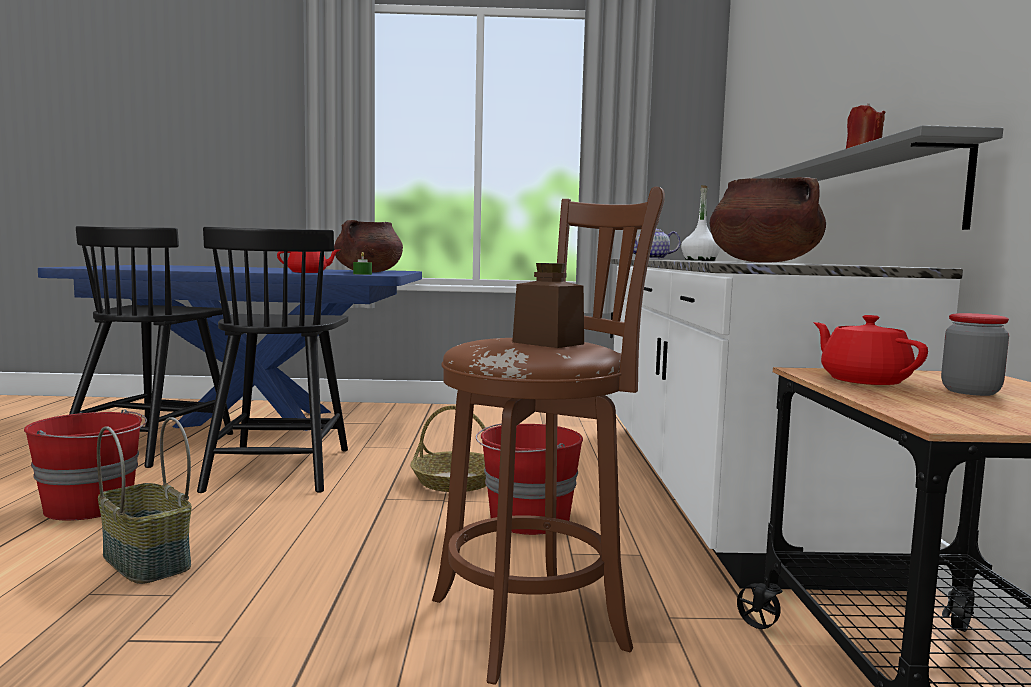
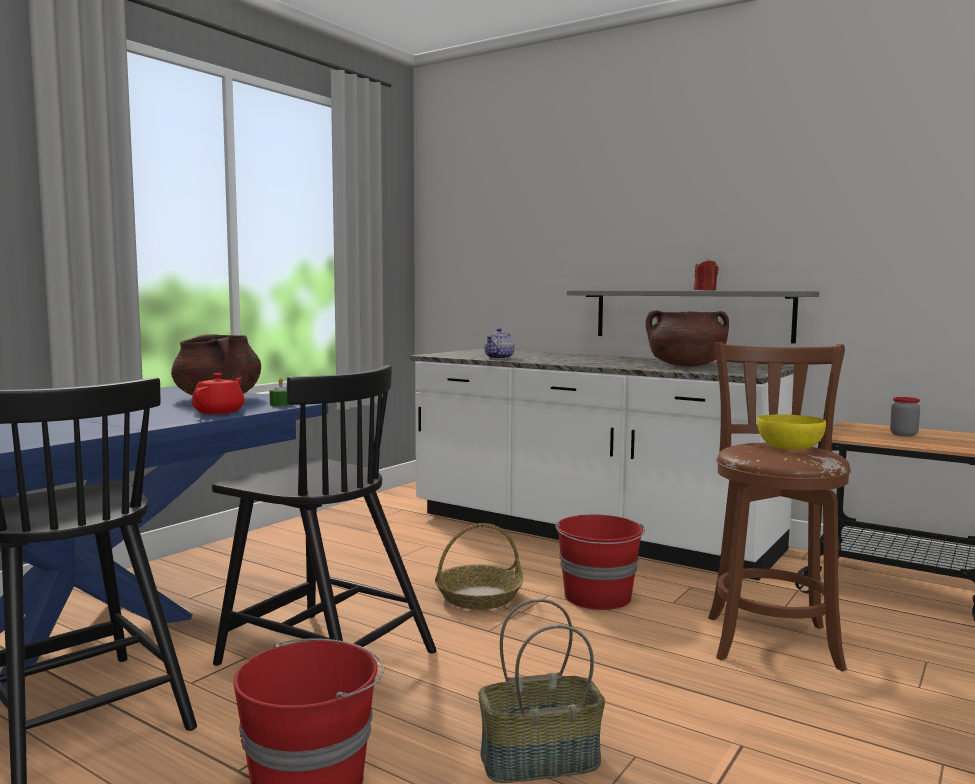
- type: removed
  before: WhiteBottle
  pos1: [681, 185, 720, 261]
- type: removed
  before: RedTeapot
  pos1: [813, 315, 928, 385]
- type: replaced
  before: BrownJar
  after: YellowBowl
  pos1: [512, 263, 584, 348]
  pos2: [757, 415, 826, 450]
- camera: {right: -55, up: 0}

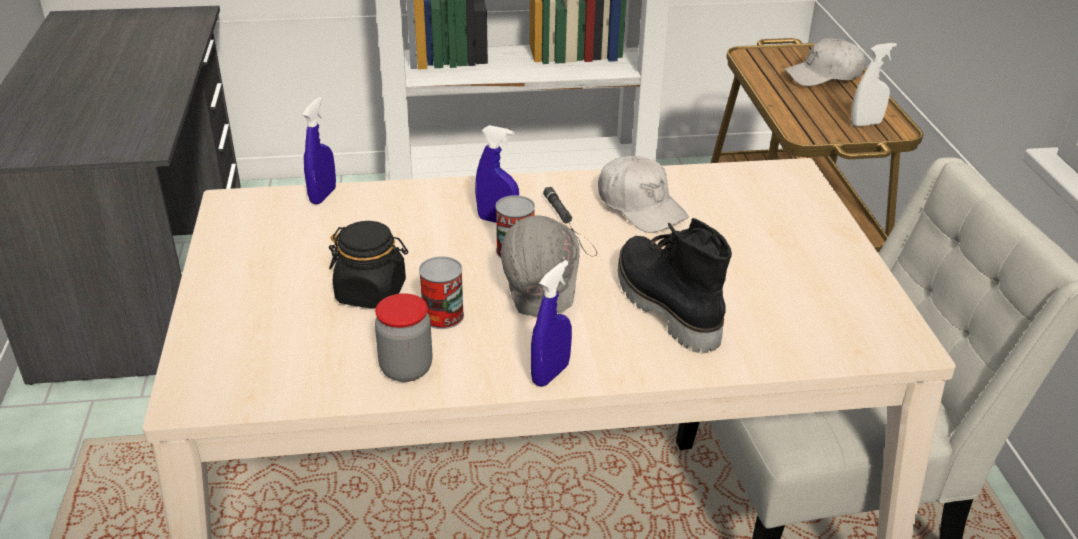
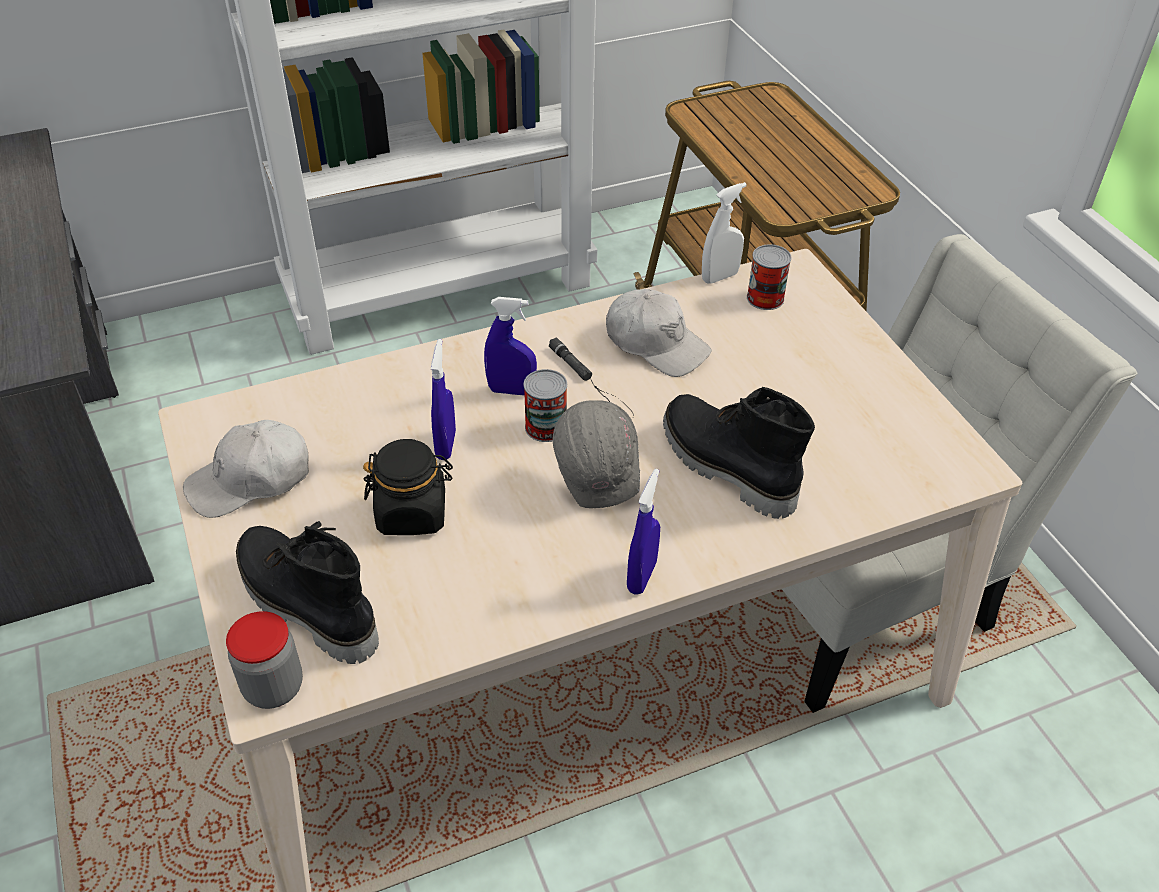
- type: added
  after: BlackBoot
  pos2: [236, 521, 379, 664]
- type: moved
  before: BlueSprayBottle
  pos1: [303, 97, 336, 204]
  pos2: [431, 339, 456, 460]
- type: moved
  before: Jar
  pos1: [375, 293, 433, 382]
  pos2: [226, 611, 303, 709]
- type: moved
  before: Can
  pos1: [419, 256, 464, 329]
  pos2: [747, 244, 791, 310]
- type: moved
  before: WhiteCap
  pos1: [785, 38, 865, 86]
  pos2: [183, 420, 309, 518]
- type: moved
  before: WhiteSprayBottle
  pos1: [851, 43, 897, 126]
  pos2: [702, 182, 747, 284]
- camera: {right: -15, up: 10}

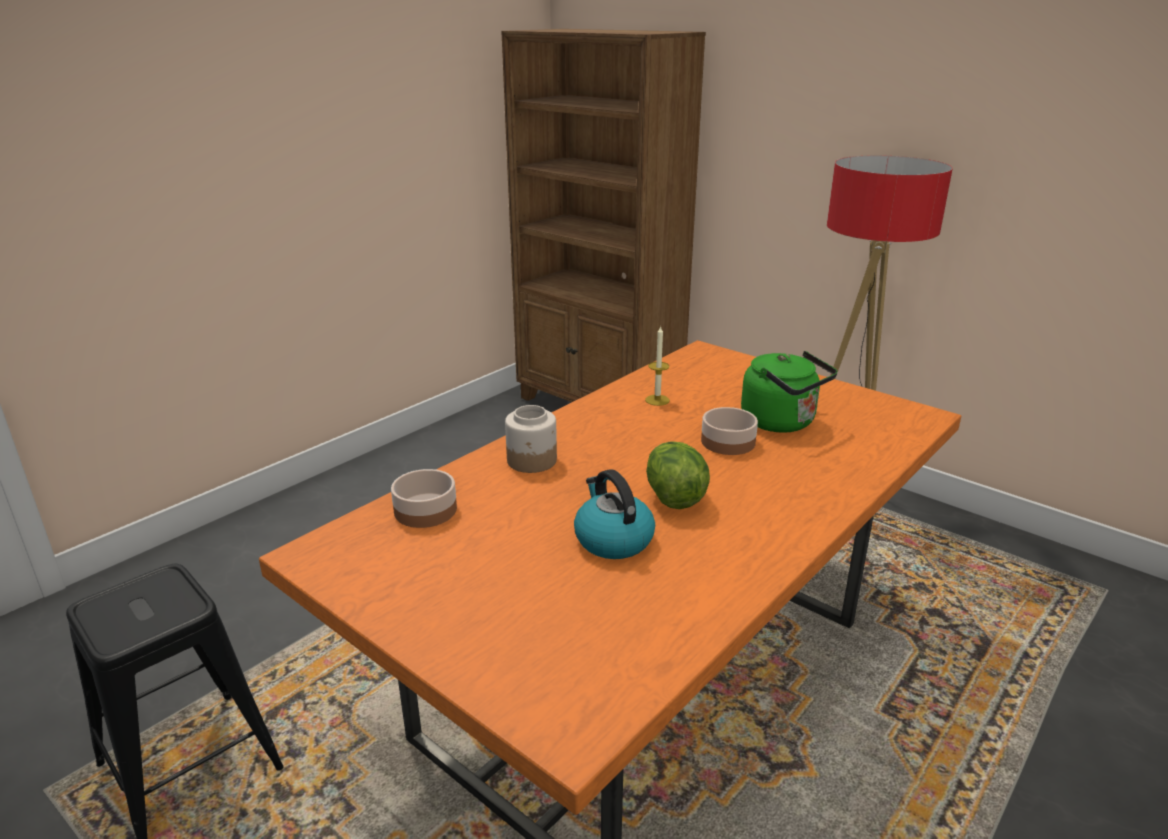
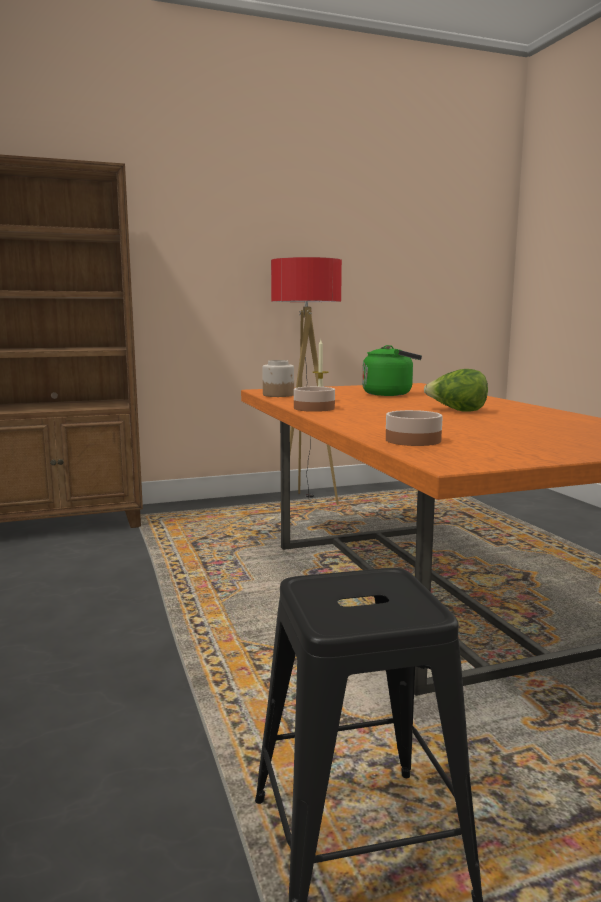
- type: removed
  before: Kettle
  pos1: [574, 469, 655, 559]
- type: moved
  before: Jar
  pos1: [505, 405, 557, 473]
  pos2: [262, 360, 294, 397]
- type: moved
  before: Bowl
  pos1: [701, 407, 758, 455]
  pos2: [294, 387, 335, 412]
- camera: {right: -60, up: -15}

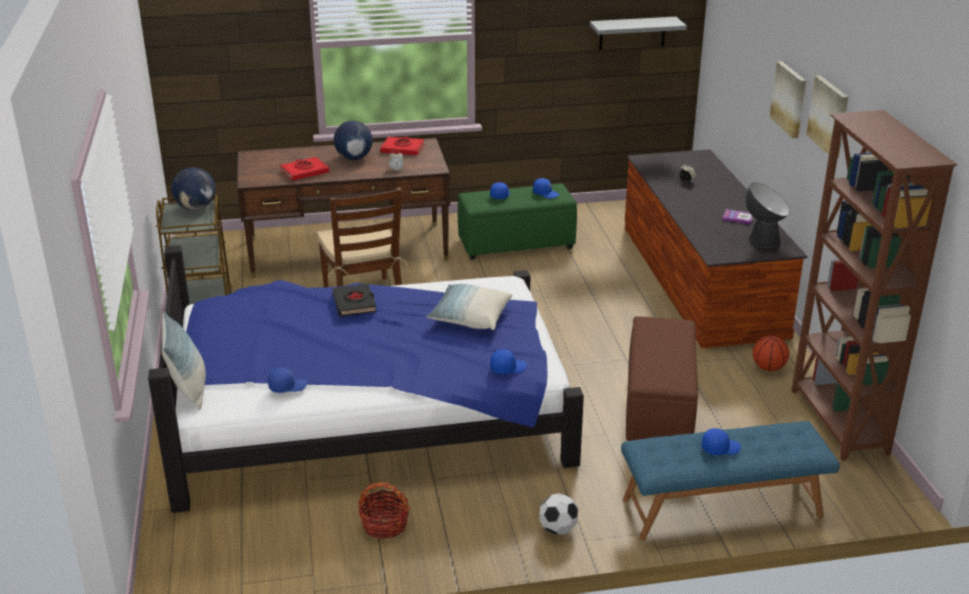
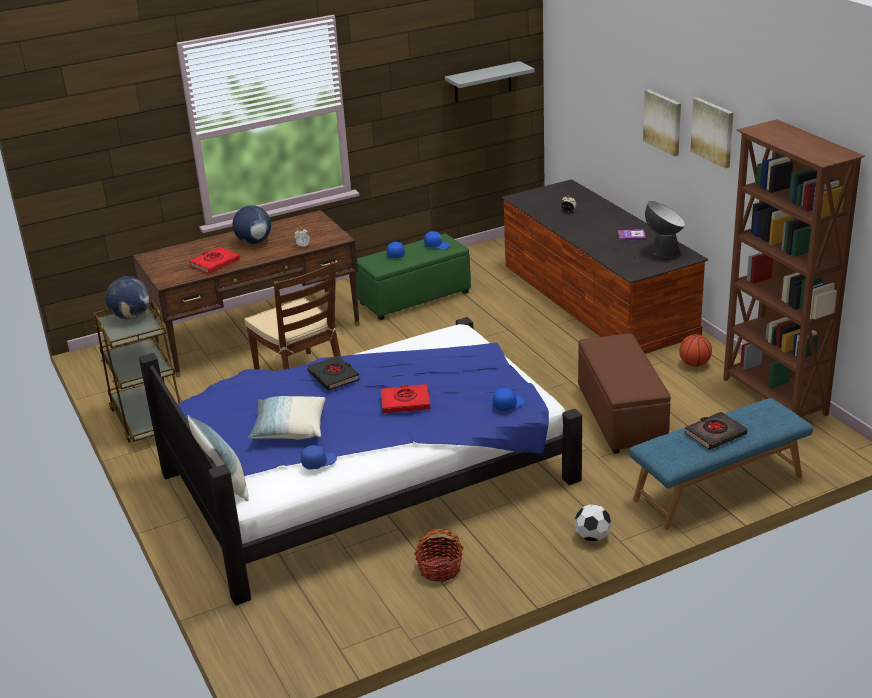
- type: moved
  before: RedBook
  pos1: [380, 136, 424, 155]
  pos2: [381, 384, 431, 413]
- type: moved
  before: Pillow
  pos1: [426, 284, 512, 330]
  pos2: [248, 396, 325, 439]
- type: replaced
  before: BlueCap
  after: BlackBook
  pos1: [702, 428, 741, 455]
  pos2: [684, 412, 747, 450]
- camera: {right: -15, up: 0}

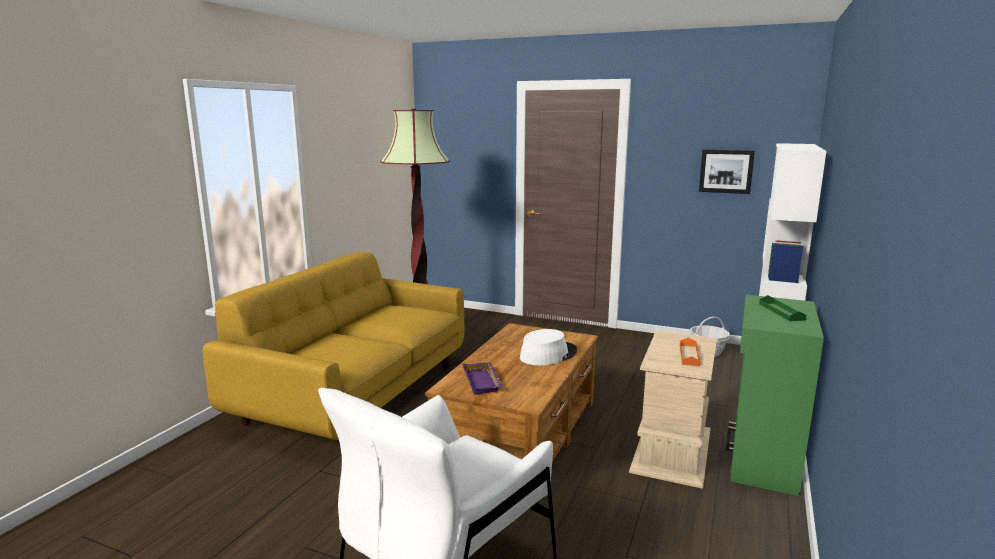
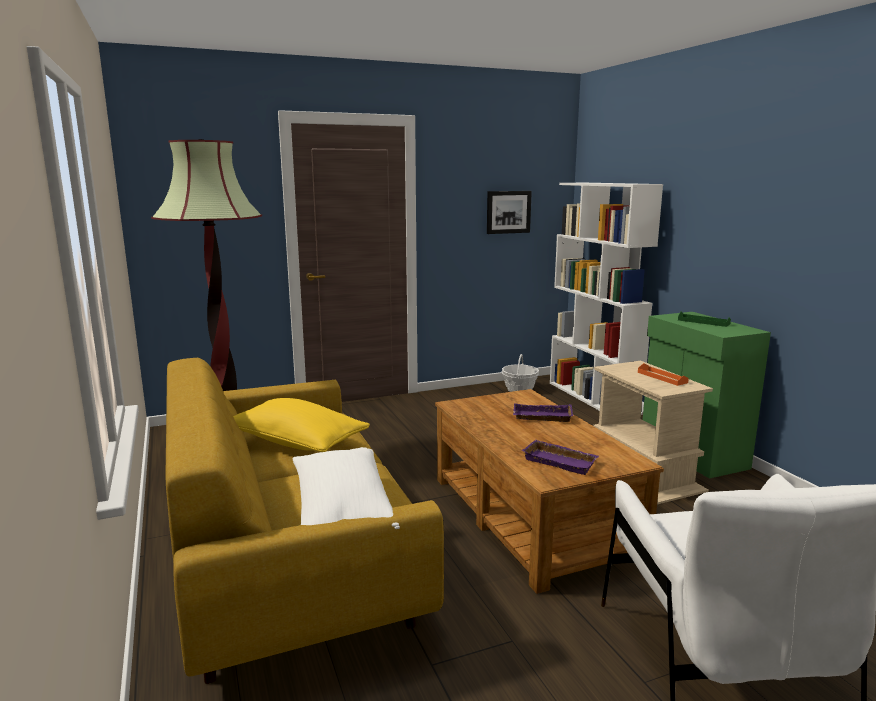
- type: added
  after: YellowPillow
  pos2: [233, 398, 370, 452]
- type: added
  after: WhitePillow
  pos2: [293, 447, 400, 529]
- type: replaced
  before: WhiteHat
  after: PurpleTray
  pos1: [520, 329, 577, 365]
  pos2: [513, 403, 573, 422]
- camera: {right: -45, up: 0}

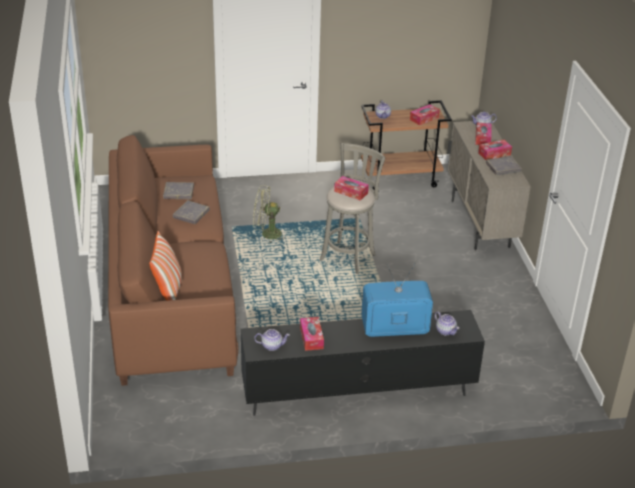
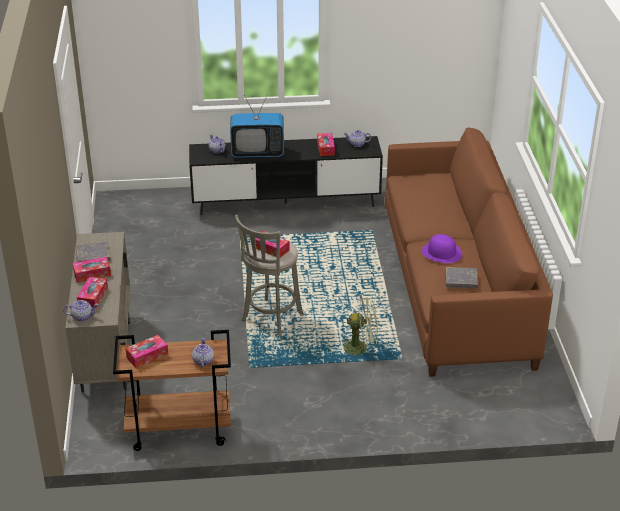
- type: removed
  before: Pillow
  pos1: [149, 231, 182, 301]
- type: replaced
  before: GreyBook
  after: PurpleHat
  pos1: [173, 200, 210, 224]
  pos2: [422, 234, 462, 263]
- camera: {right: -175, up: 0}

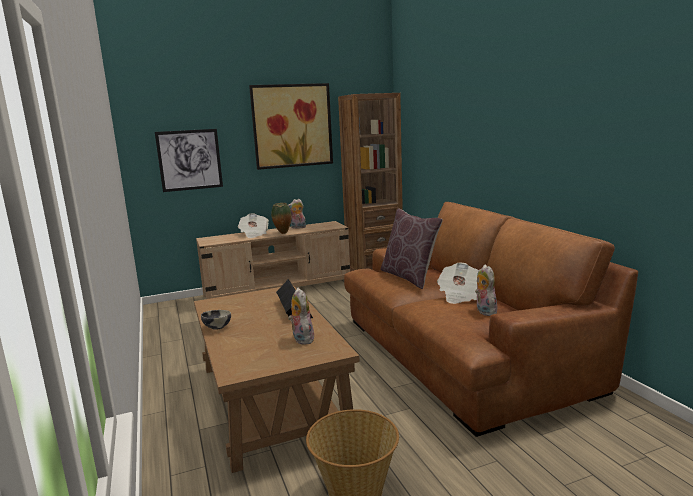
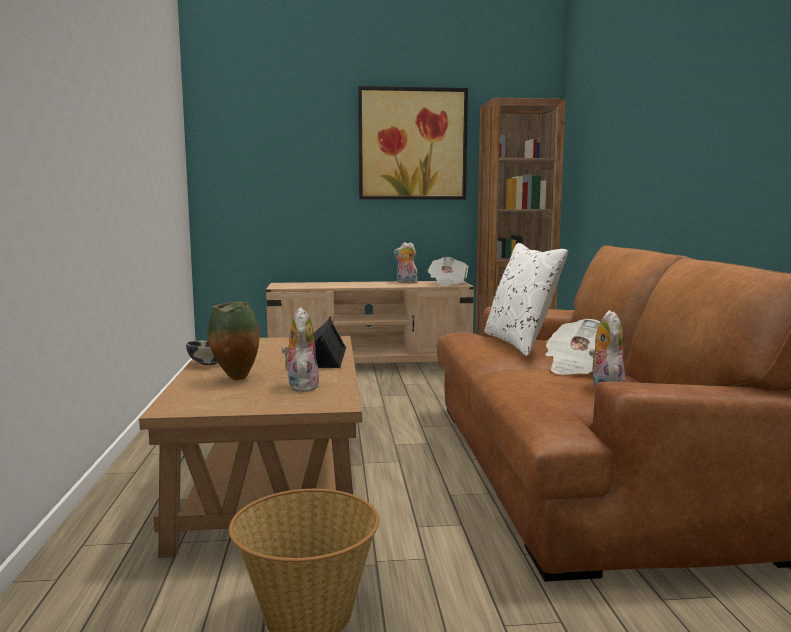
- type: removed
  before: Picture
  pos1: [155, 129, 223, 192]
- type: moved
  before: Newspaper
  pos1: [238, 214, 269, 238]
  pos2: [427, 257, 469, 286]
- type: moved
  before: Vase
  pos1: [271, 203, 291, 234]
  pos2: [207, 302, 260, 380]
- type: recoloured
  before: BrownPillow
  after: WhitePillow
  pos1: [380, 208, 443, 289]
  pos2: [484, 243, 568, 356]
- camera: {right: 15, up: -5}

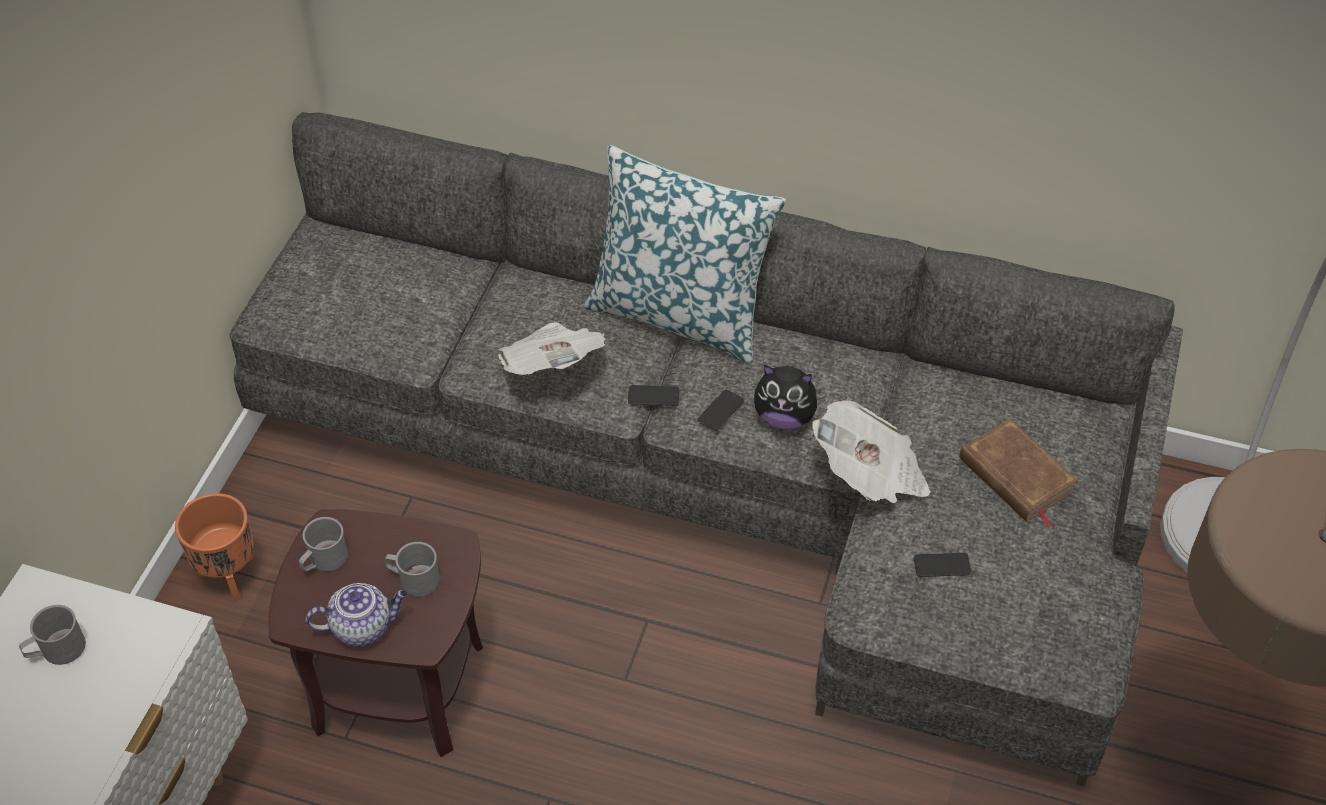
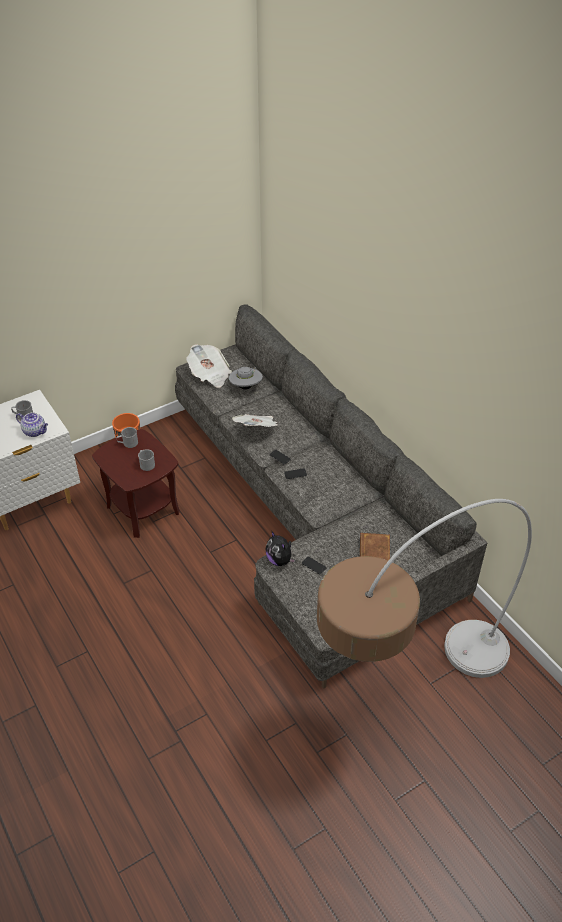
- type: removed
  before: Pillow
  pos1: [584, 145, 786, 364]
- type: added
  after: GreyHat
  pos2: [229, 367, 263, 390]
- type: moved
  before: Teapot
  pos1: [305, 583, 408, 647]
  pos2: [16, 413, 48, 437]
- type: moved
  before: PlushToy
  pos1: [754, 365, 826, 430]
  pos2: [266, 531, 295, 566]
- type: moved
  before: Newspaper
  pos1: [812, 400, 931, 503]
  pos2: [186, 344, 232, 388]
- camera: {right: 40, up: -5}

